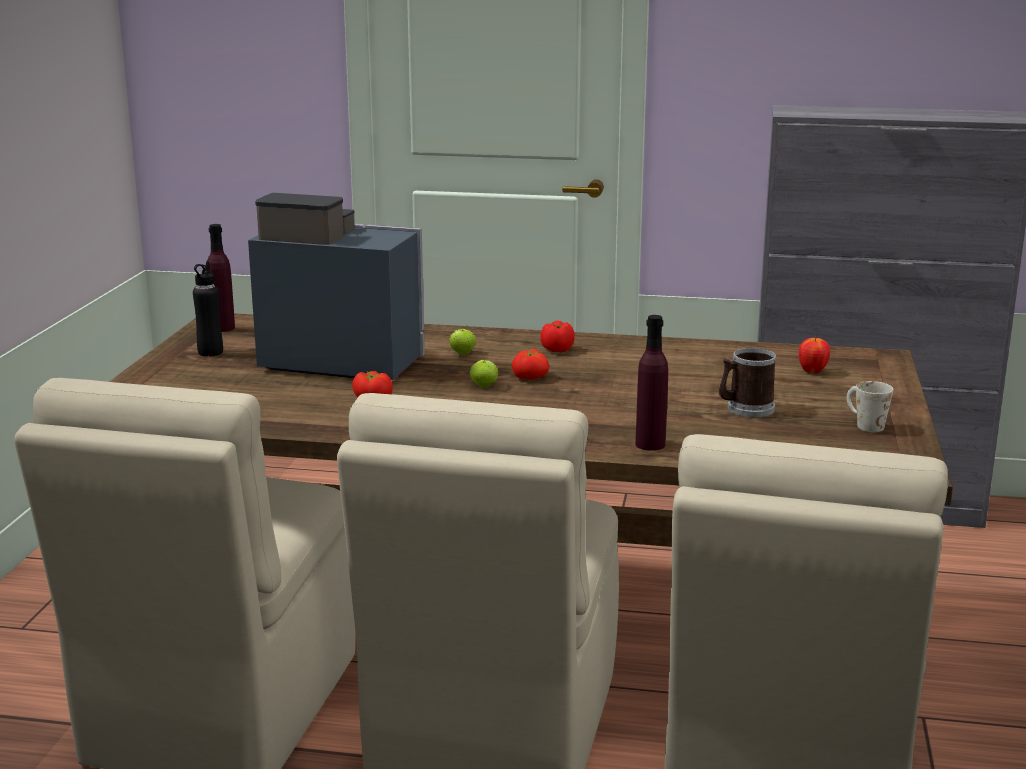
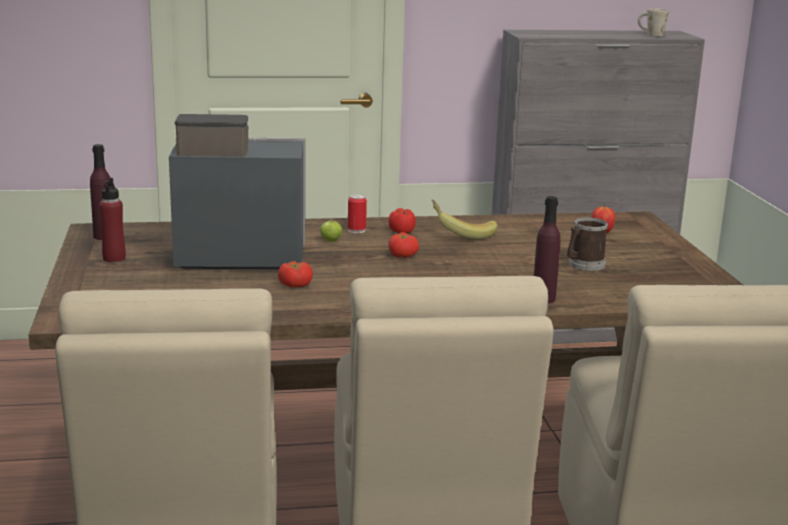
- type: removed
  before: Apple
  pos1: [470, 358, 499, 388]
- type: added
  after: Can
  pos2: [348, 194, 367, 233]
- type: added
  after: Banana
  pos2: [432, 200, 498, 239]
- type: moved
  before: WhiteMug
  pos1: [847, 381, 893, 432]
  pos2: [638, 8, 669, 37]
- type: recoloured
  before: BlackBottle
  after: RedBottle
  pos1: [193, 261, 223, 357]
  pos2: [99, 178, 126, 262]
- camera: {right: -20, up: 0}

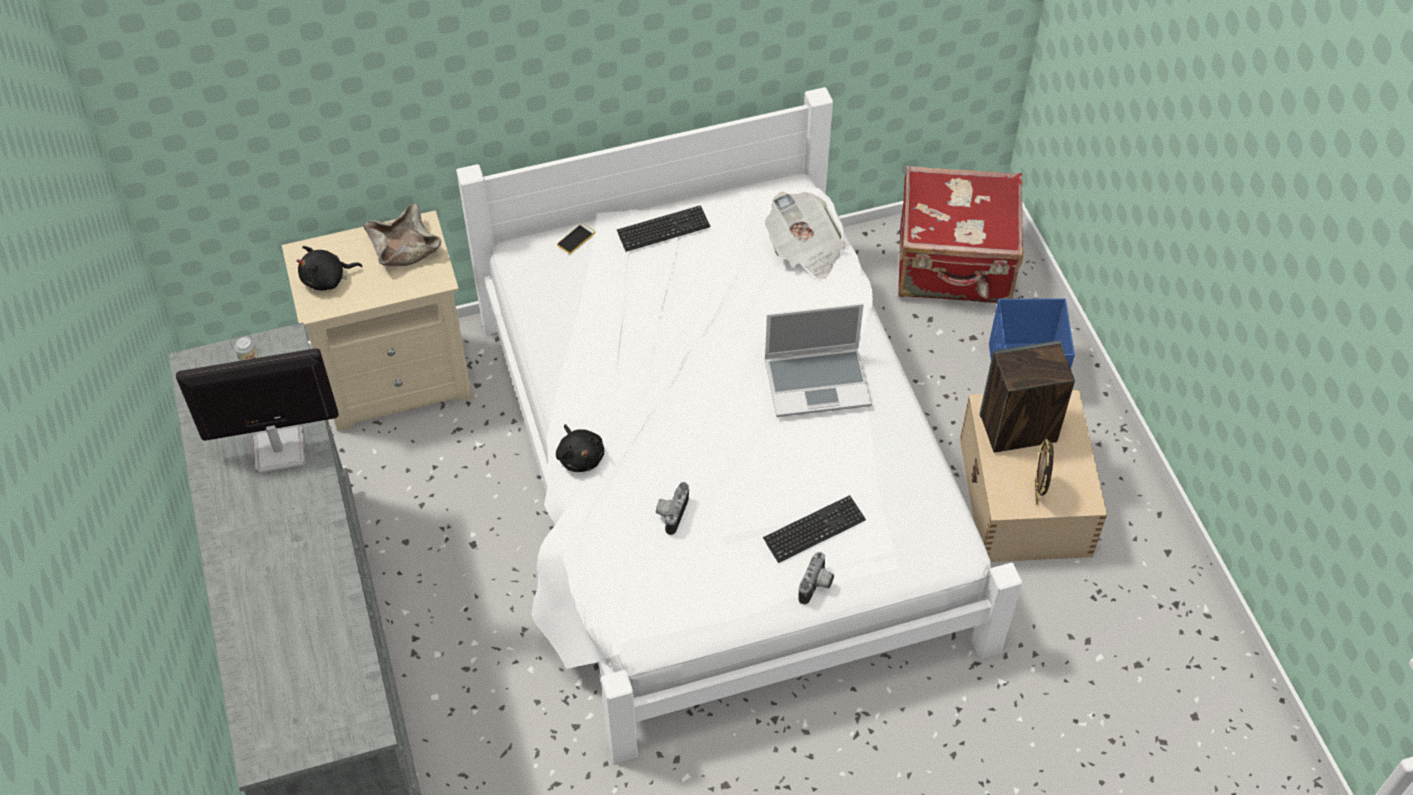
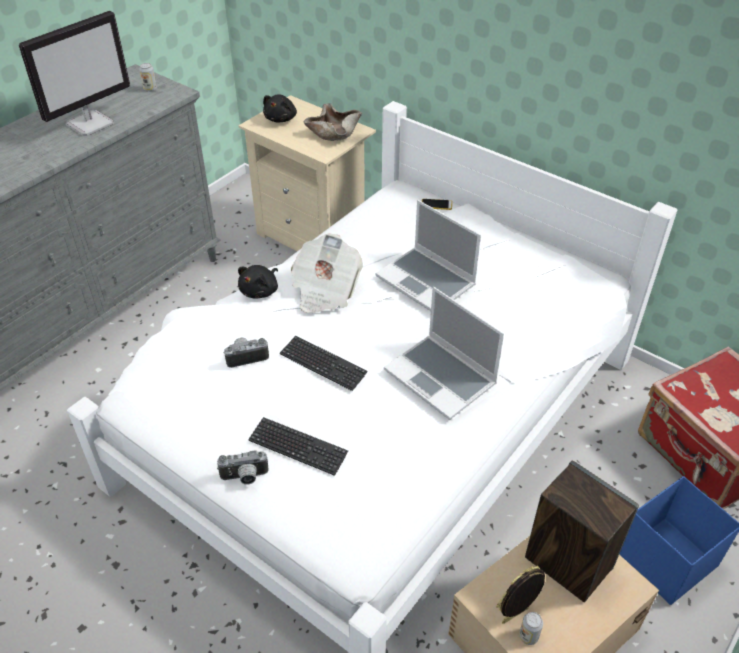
- type: added
  after: Laptop
  pos2: [376, 200, 481, 311]
- type: added
  after: Can
  pos2: [519, 612, 543, 645]
- type: moved
  before: Keyboard
  pos1: [617, 205, 710, 252]
  pos2: [280, 336, 368, 391]
- type: moved
  before: Newspaper
  pos1: [765, 192, 846, 279]
  pos2: [291, 234, 363, 313]
- type: turned
  before: Monitor
  pos1: [176, 348, 339, 474]
  pos2: [19, 11, 130, 136]
  turn: 90
- type: turned
  before: BlackPlushToy
  pos1: [296, 246, 363, 290]
  pos2: [263, 95, 297, 122]
  turn: -105
- camera: {right: 55, up: -10}

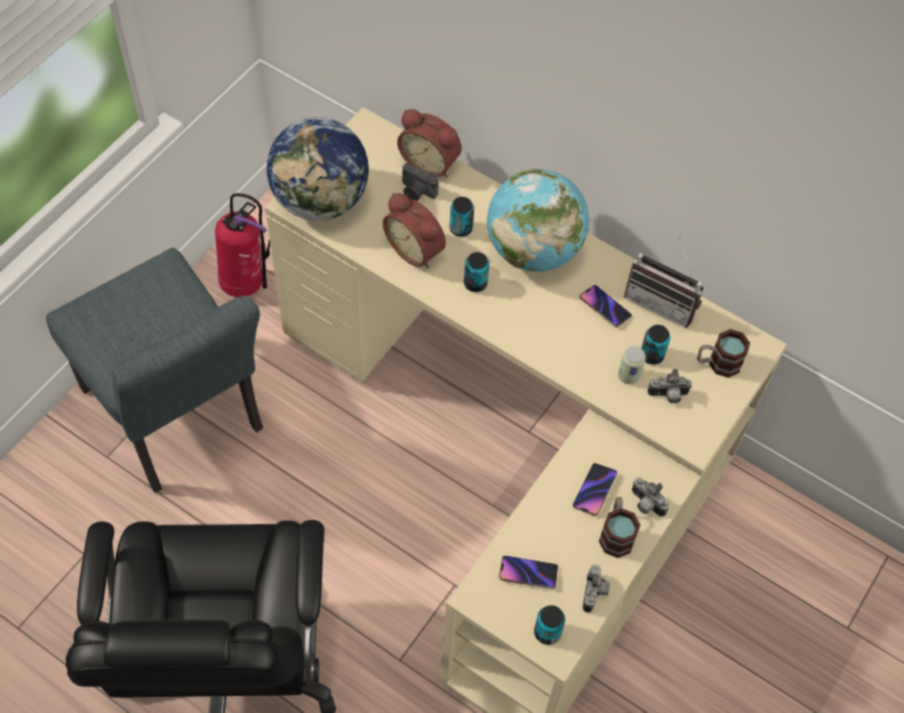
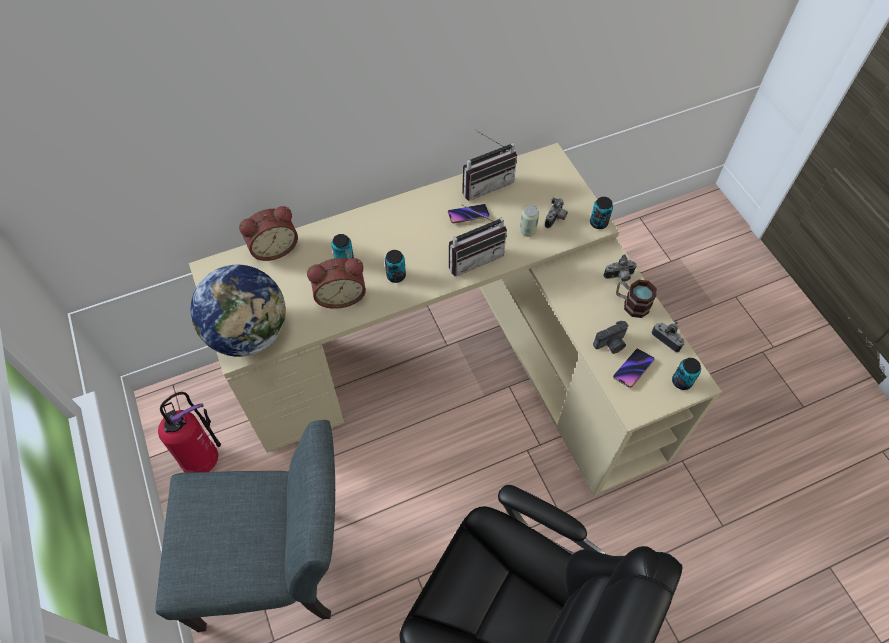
- type: removed
  before: Globe
  pos1: [487, 169, 589, 272]
- type: removed
  before: Phone
  pos1: [573, 463, 617, 516]
- type: removed
  before: Mug
  pos1: [697, 329, 750, 378]
- type: added
  after: Radio
  pos2: [449, 205, 507, 276]
- type: moved
  before: PhotoCamera
  pos1: [402, 163, 439, 201]
  pos2: [593, 321, 628, 354]
- type: moved
  before: Can
  pos1: [641, 325, 670, 365]
  pos2: [590, 197, 613, 229]
- camera: {right: -55, up: 0}

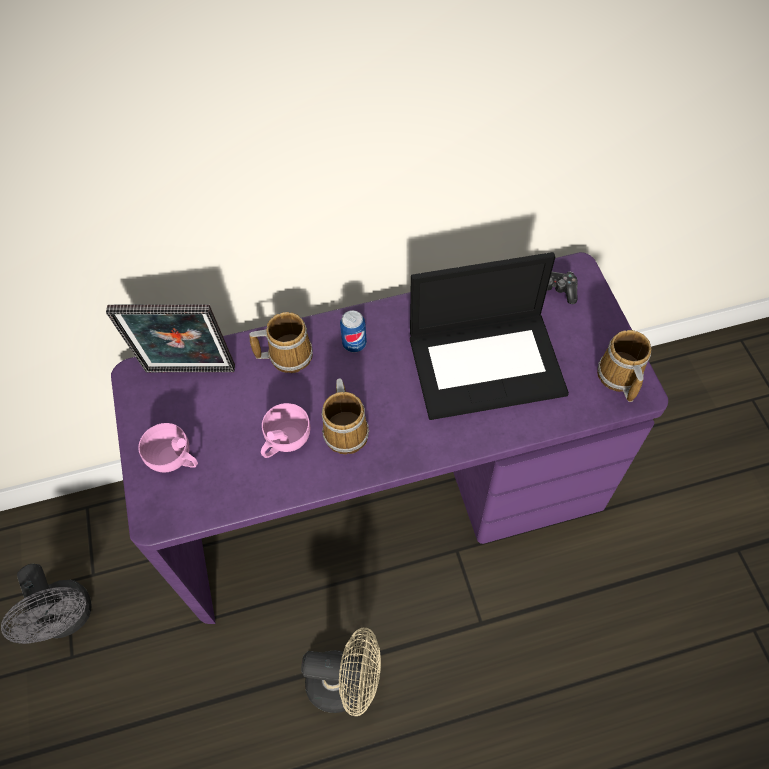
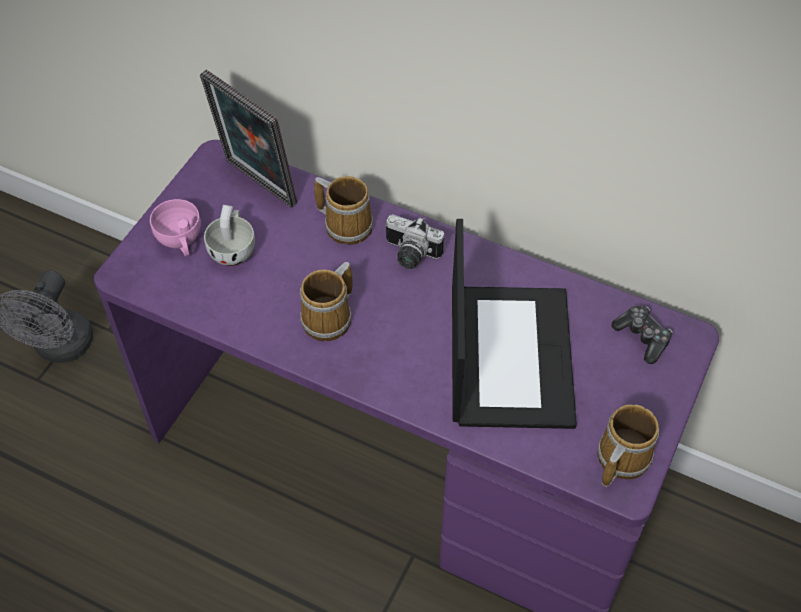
- type: removed
  before: PinkCup
  pos1: [261, 403, 310, 458]
- type: removed
  before: BeigeFan
  pos1: [301, 627, 381, 716]
- type: added
  after: WhiteCup
  pos2: [204, 205, 255, 266]
- type: replaced
  before: Can
  after: PhotoCamera
  pos1: [340, 310, 367, 352]
  pos2: [386, 214, 444, 269]
- type: turned
  before: Laptop
  pos1: [410, 252, 569, 420]
  pos2: [452, 219, 577, 429]
  turn: -120
- camera: {right: 40, up: -5}

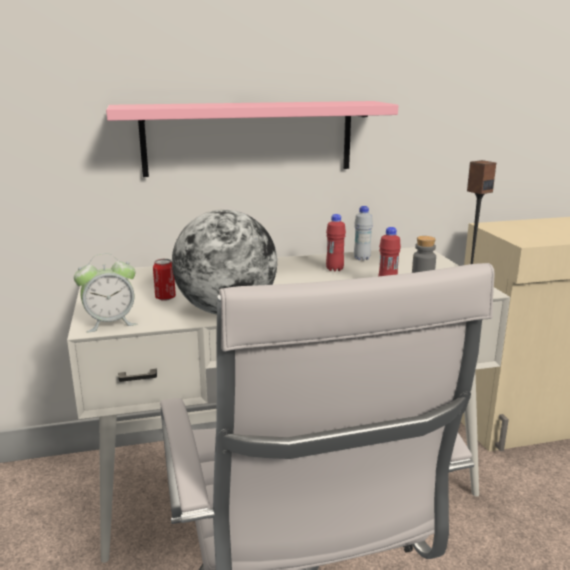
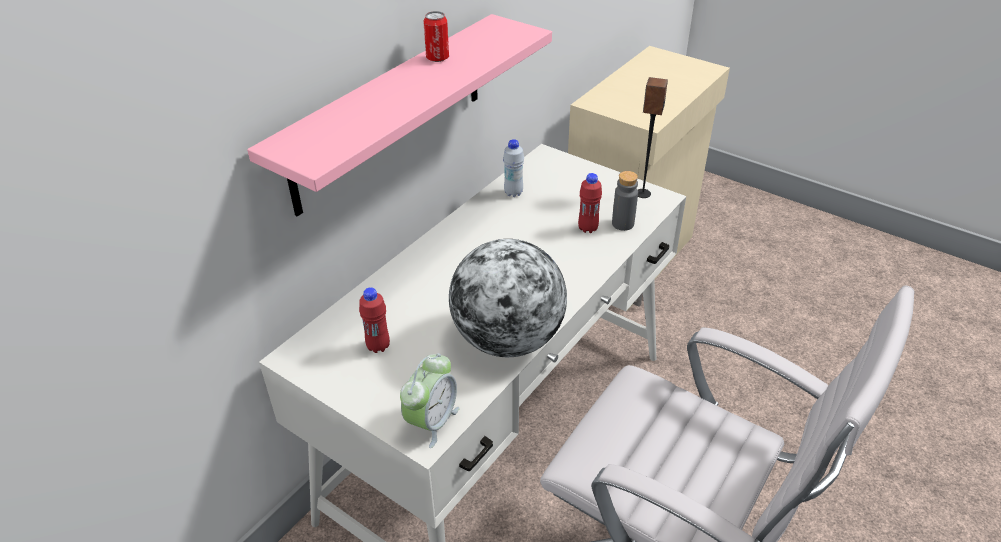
- type: moved
  before: Can
  pos1: [153, 259, 176, 301]
  pos2: [423, 11, 449, 62]
- type: moved
  before: RedBottle
  pos1: [326, 214, 346, 272]
  pos2: [359, 287, 390, 353]
- camera: {right: -40, up: 20}

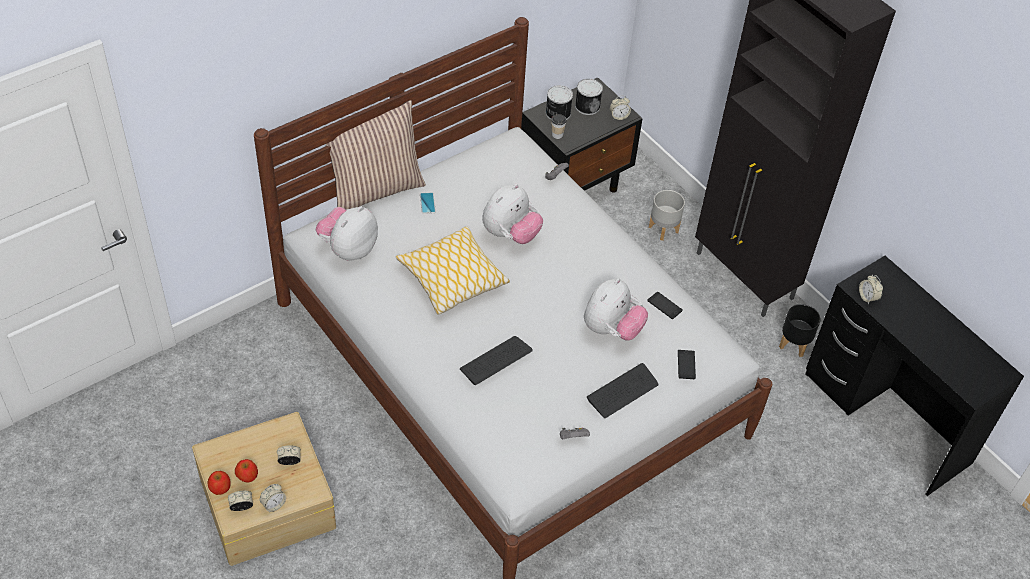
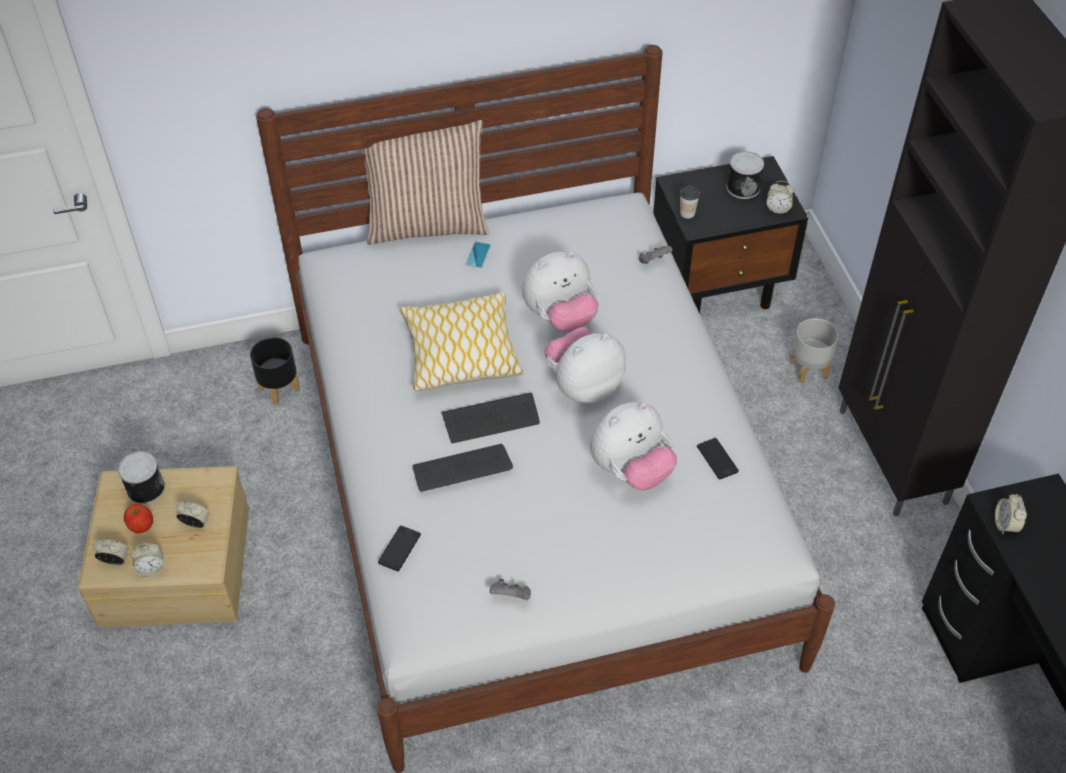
- type: removed
  before: Apple
  pos1: [208, 471, 231, 495]
- type: moved
  before: PlushToy
  pos1: [316, 206, 378, 261]
  pos2: [544, 327, 626, 403]
- type: moved
  before: Can
  pos1: [546, 85, 573, 120]
  pos2: [118, 451, 165, 504]
- type: moved
  before: Keyboard
  pos1: [587, 363, 659, 418]
  pos2: [442, 393, 540, 443]
- type: moved
  before: Phone
  pos1: [678, 350, 696, 379]
  pos2: [378, 526, 421, 571]
- type: moved
  before: BlackPlanter
  pos1: [779, 304, 820, 357]
  pos2: [250, 337, 300, 405]
- camera: {right: 25, up: 0}

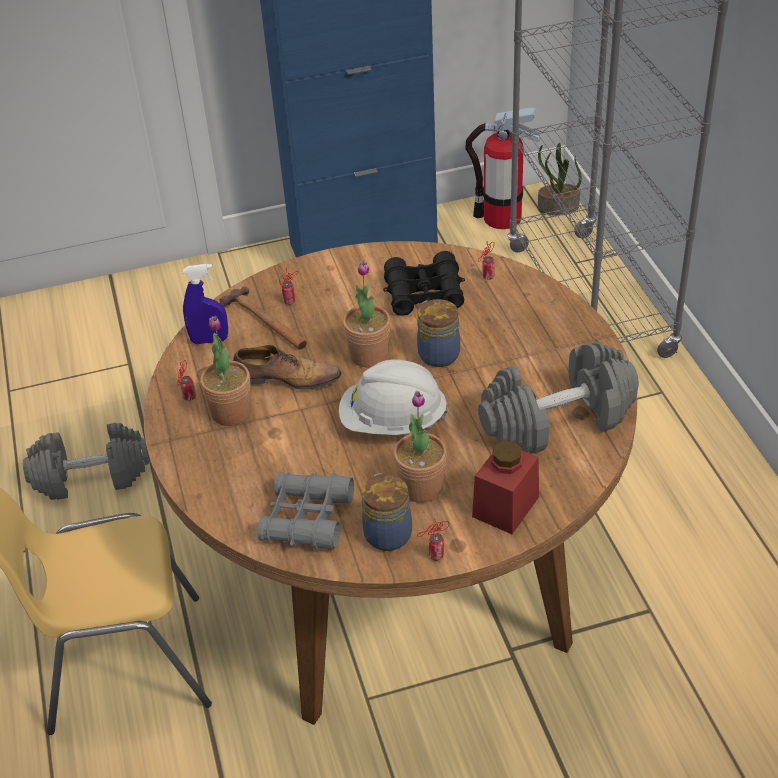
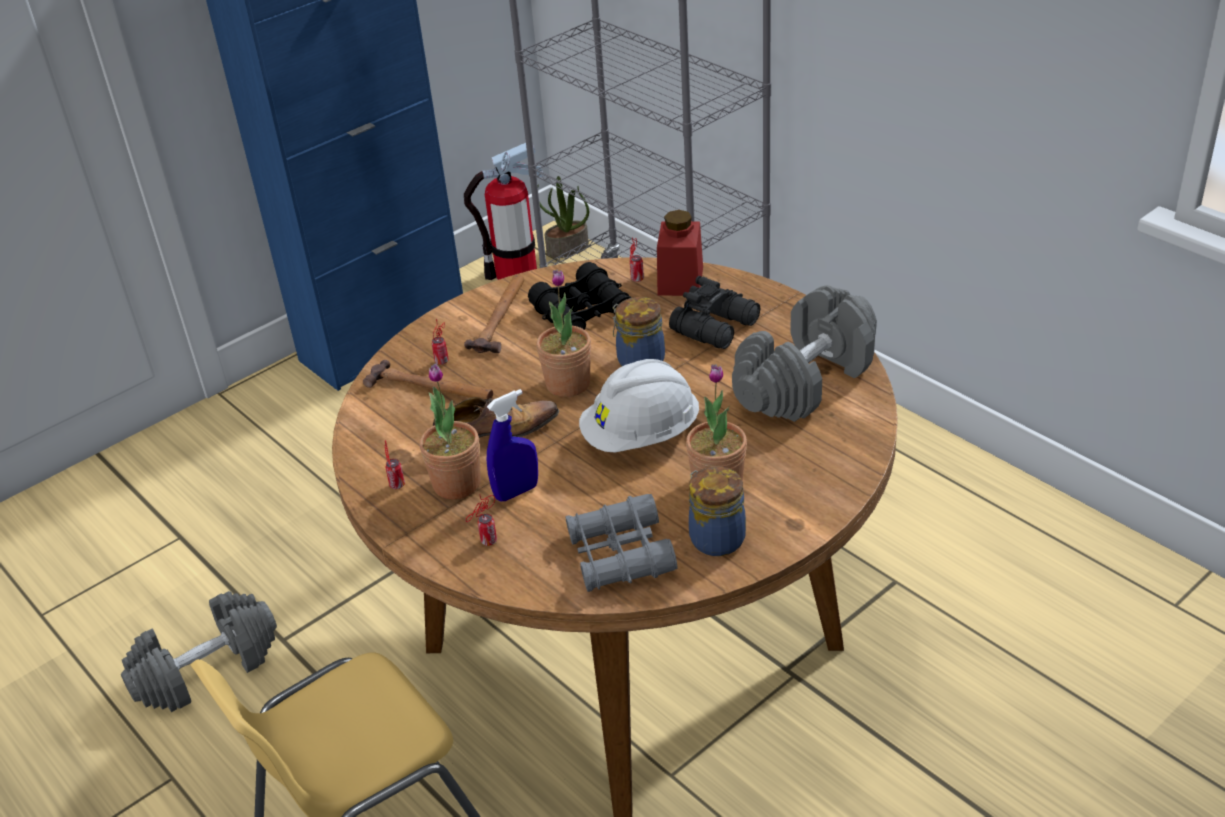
- type: added
  after: Hammer
  pos2: [464, 275, 524, 353]
- type: added
  after: BlackBinoculars
  pos2: [669, 276, 760, 349]
- type: moved
  before: BlueSprayBottle
  pos1: [183, 264, 228, 344]
  pos2: [487, 389, 538, 501]
- type: moved
  before: Can
  pos1: [417, 518, 450, 561]
  pos2: [466, 494, 497, 546]
- type: moved
  before: RedJar
  pos1: [472, 441, 539, 534]
  pos2: [657, 210, 703, 296]
- camera: {right: -25, up: -5}

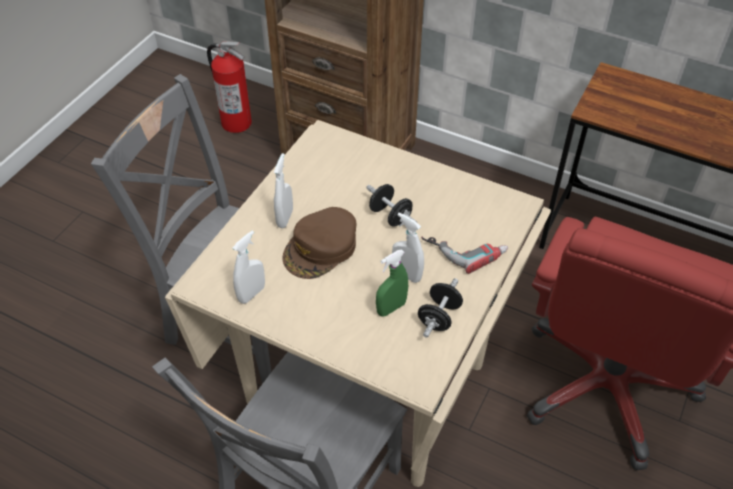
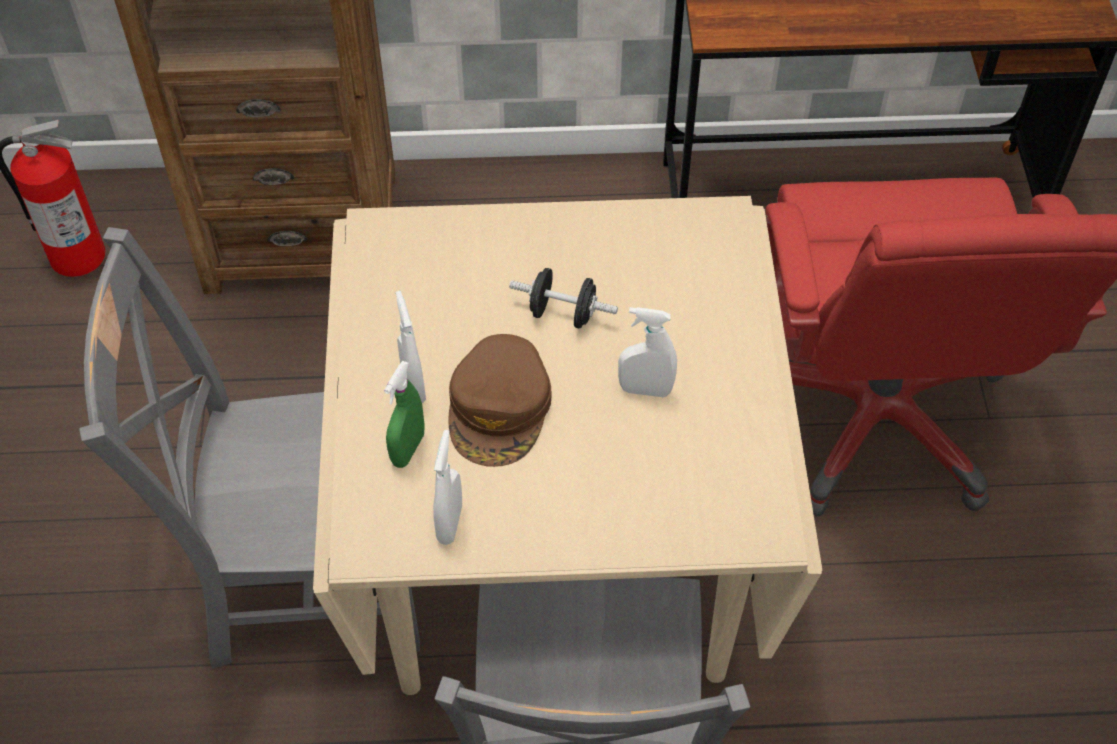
- type: removed
  before: BlackDumbbell
  pos1: [418, 278, 463, 338]
- type: removed
  before: PowerDrill
  pos1: [421, 237, 508, 274]
- type: moved
  before: GreenSprayBottle
  pos1: [376, 249, 408, 316]
  pos2: [384, 361, 425, 468]
- camera: {right: -30, up: 5}

